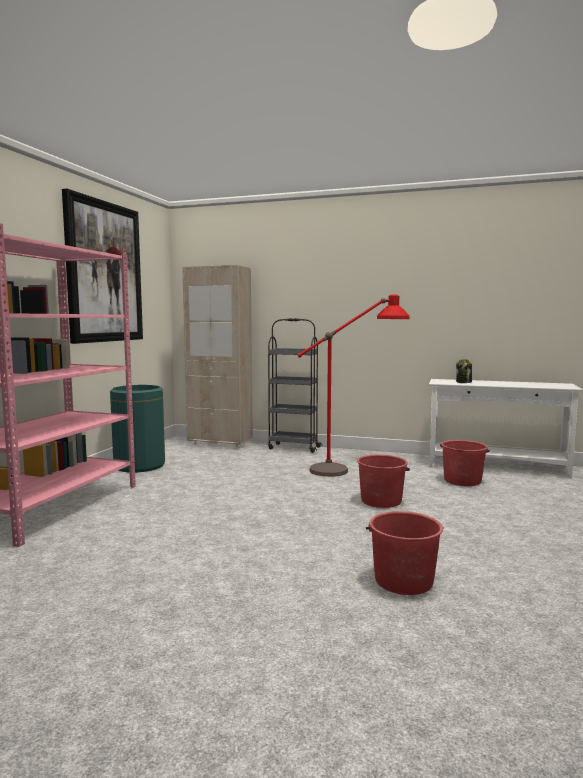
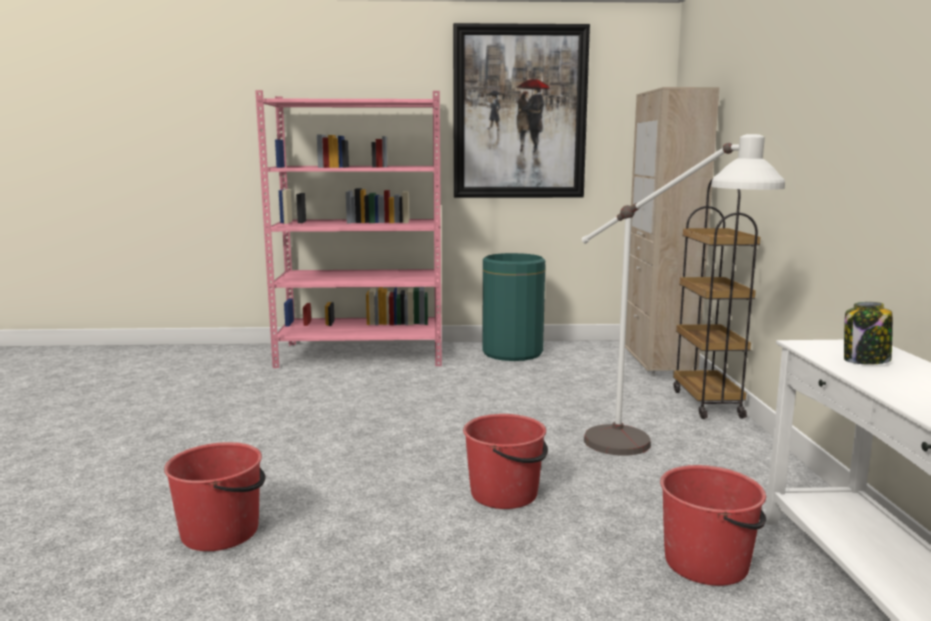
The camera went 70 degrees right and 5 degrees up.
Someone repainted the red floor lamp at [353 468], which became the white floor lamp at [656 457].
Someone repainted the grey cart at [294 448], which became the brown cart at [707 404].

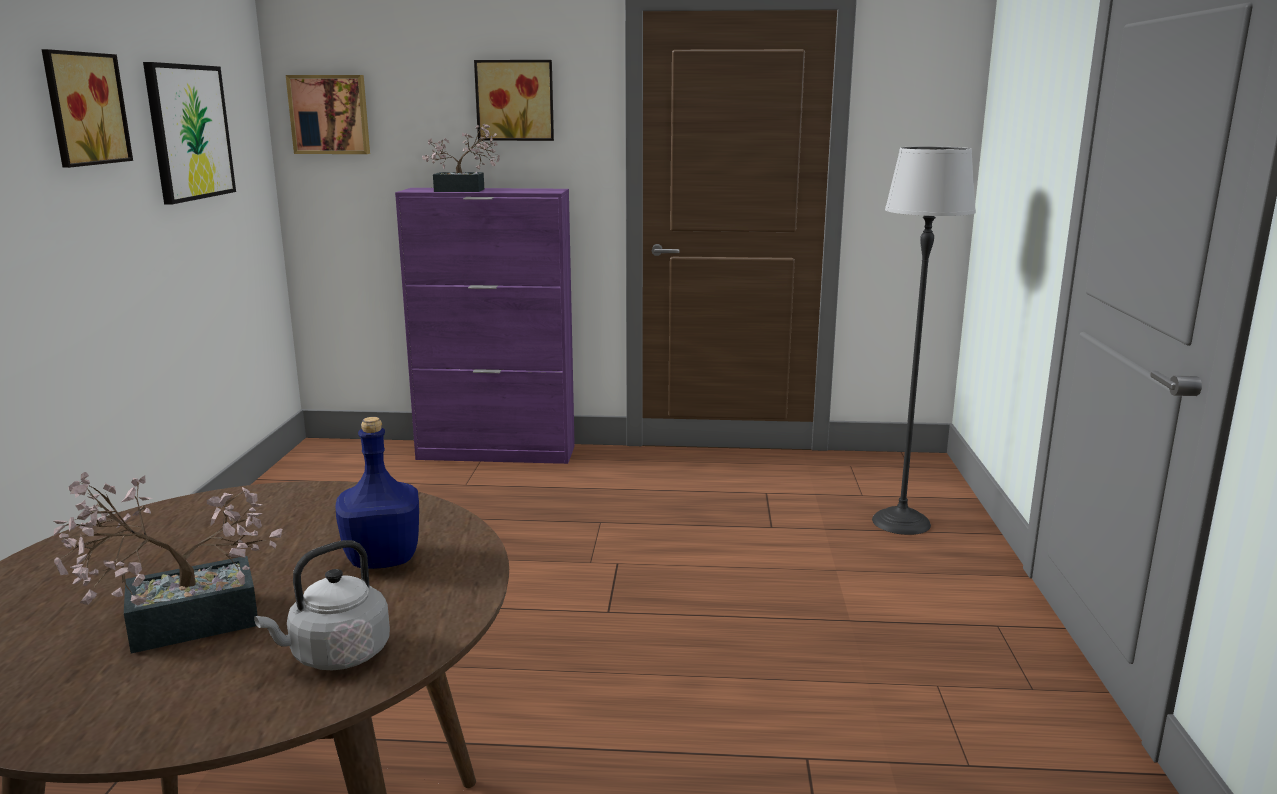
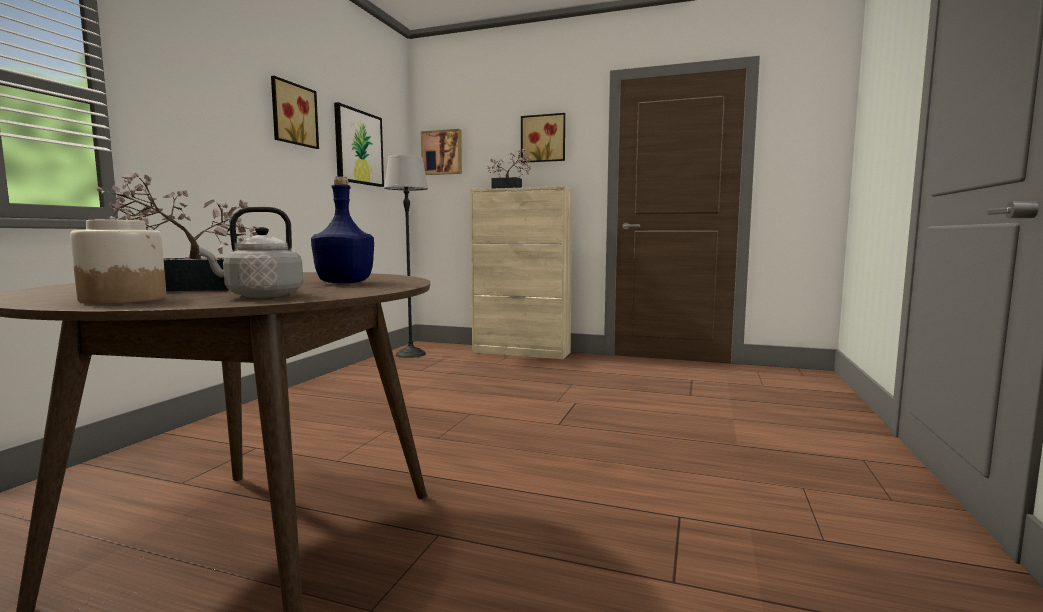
The camera went 15 degrees right and 10 degrees down.
Someone put down the jar at [124 299].
Someone carried the floor lamp from [900 522] to [411 354].
Someone repainted the purple cabinet at [497 453], which became the beige cabinet at [521 352].

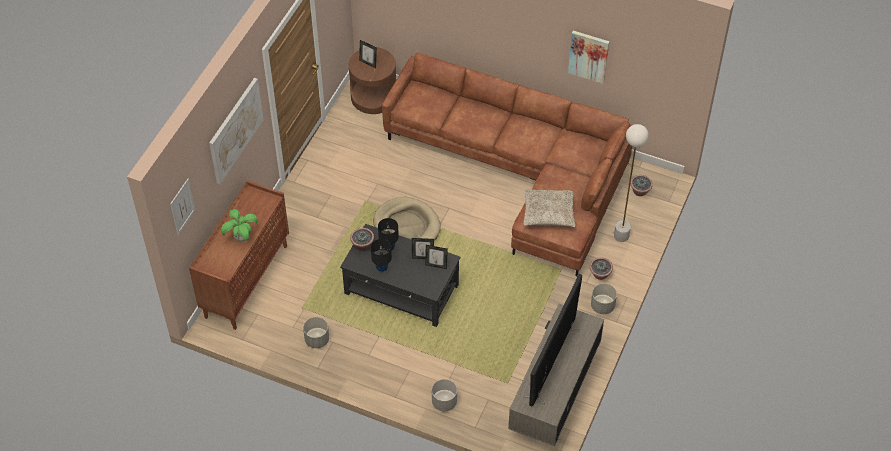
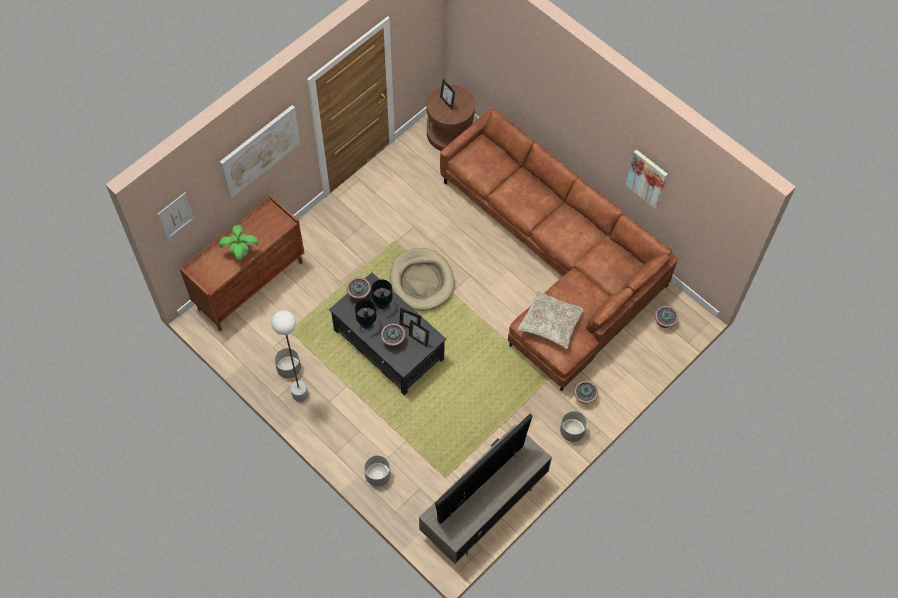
The camera went 20 degrees right and 10 degrees up.
Someone carried the white floor lamp from [621 236] to [299 394].
Someone put down the potted plant at [393 341].

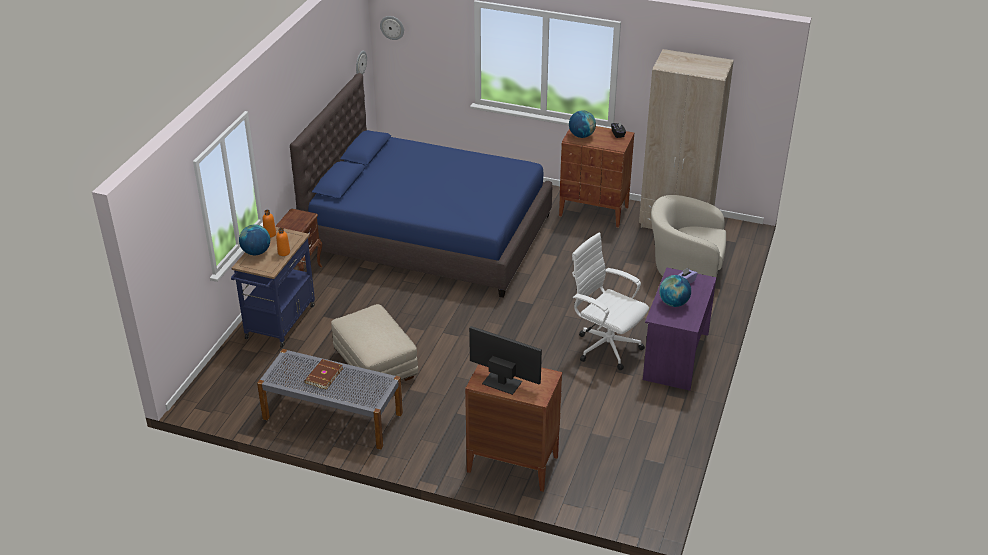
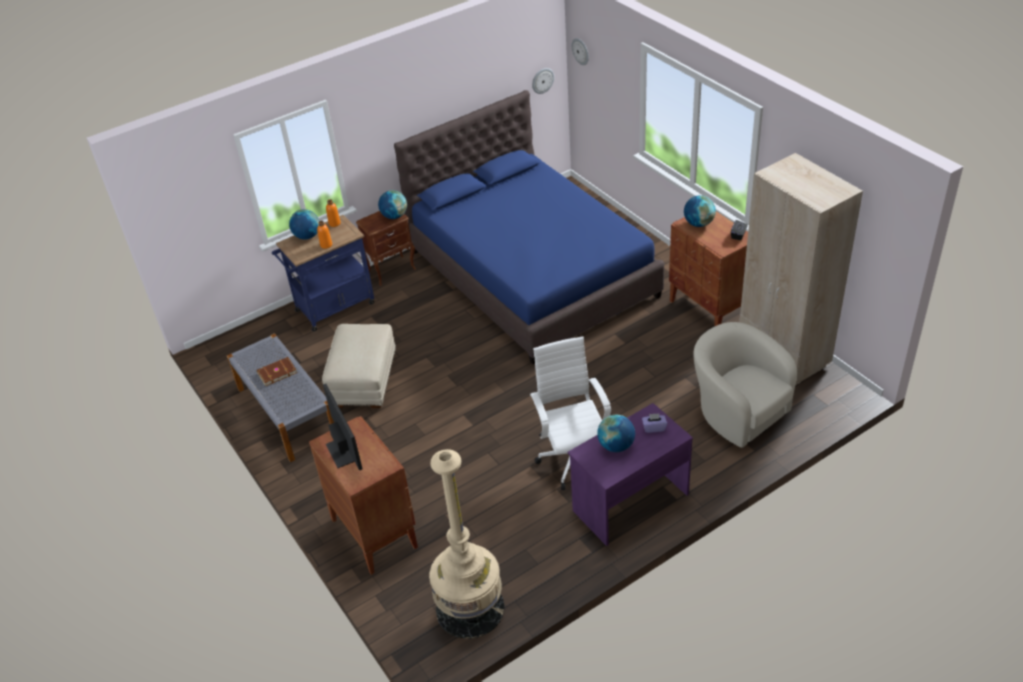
The camera went 40 degrees right and 5 degrees up.
Someone put down the globe at [394 216].
Someone put down the beige floor lamp at [470 608].

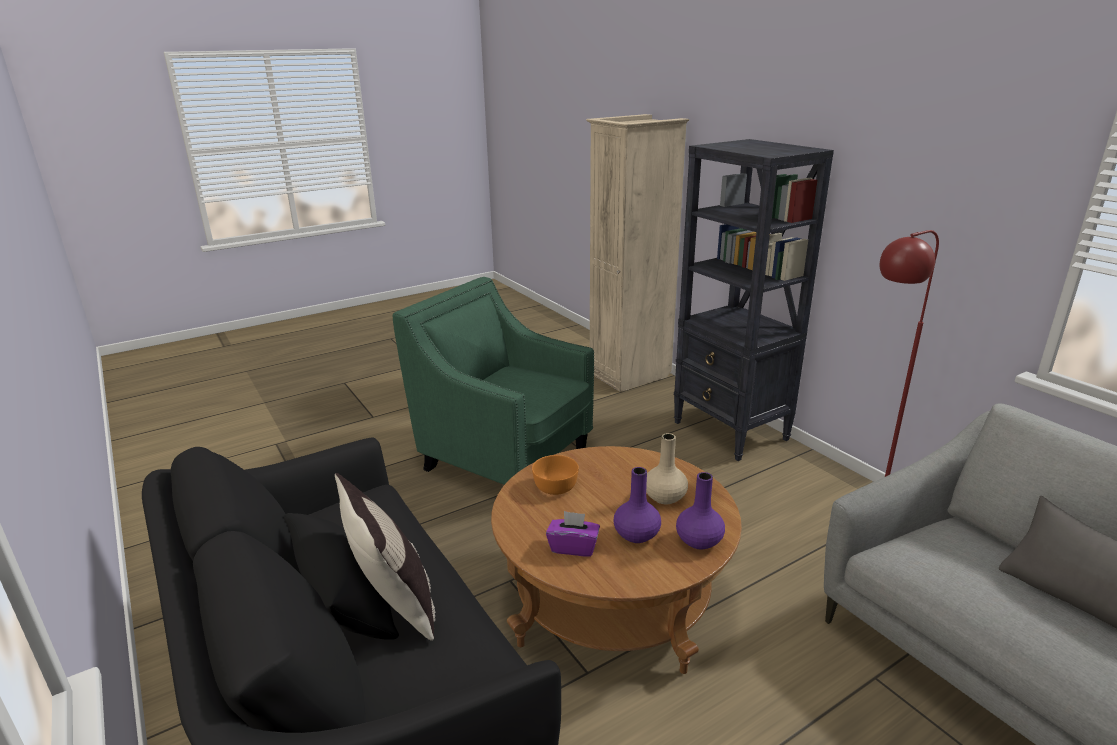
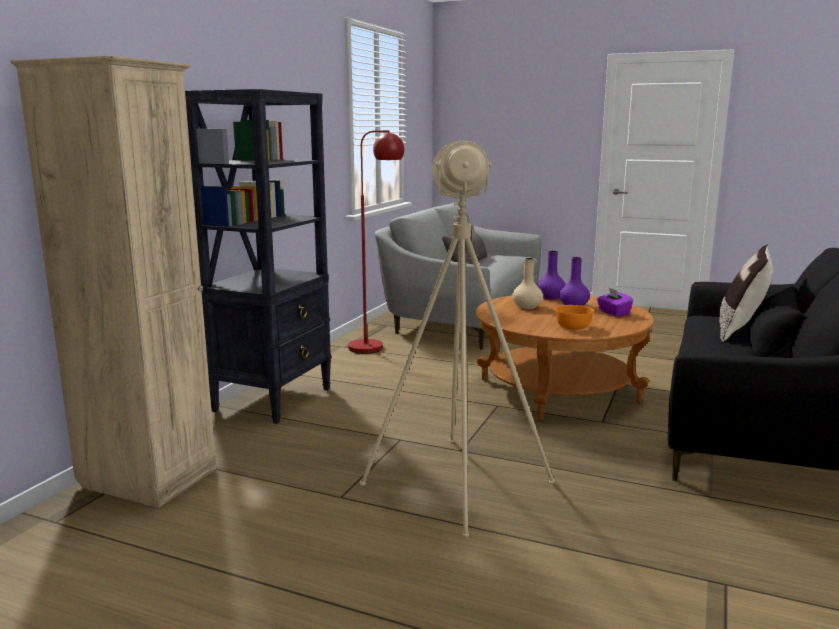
The camera went 125 degrees left and 10 degrees down.
Someone swapped the green armchair at [505 457] for the beige floor lamp at [457 483].

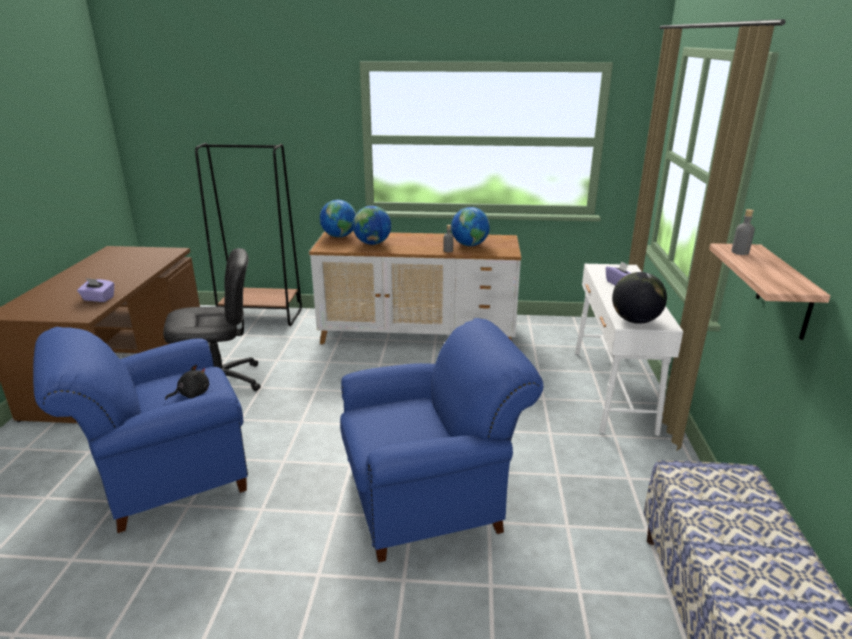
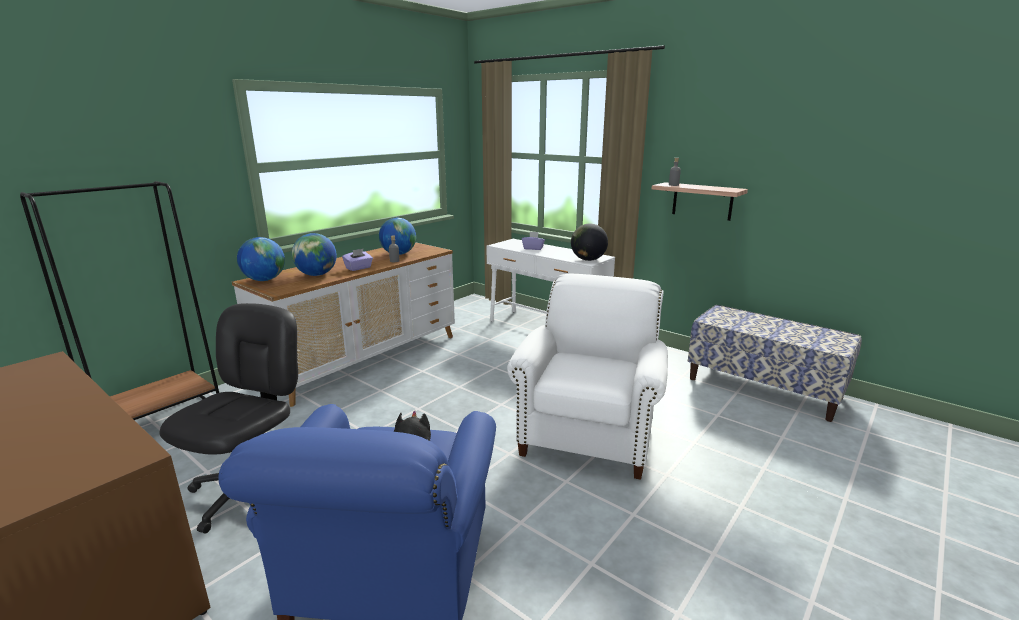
The camera went 55 degrees left and 5 degrees down.
Someone carried the purple tissue box from [98 299] to [358 268].
Someone repainted the blue armchair at [431 498], which became the white armchair at [589 432].

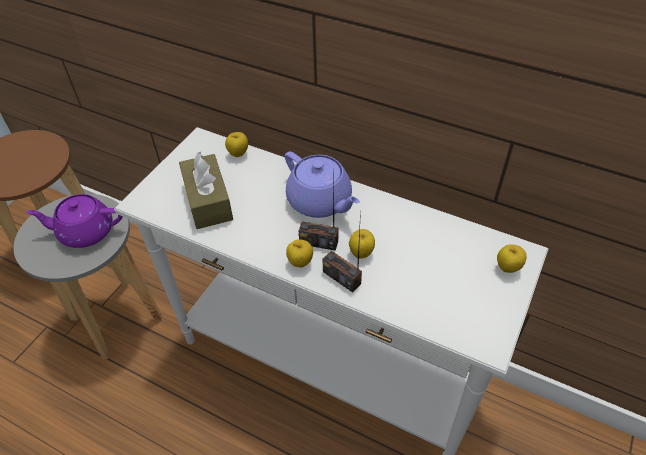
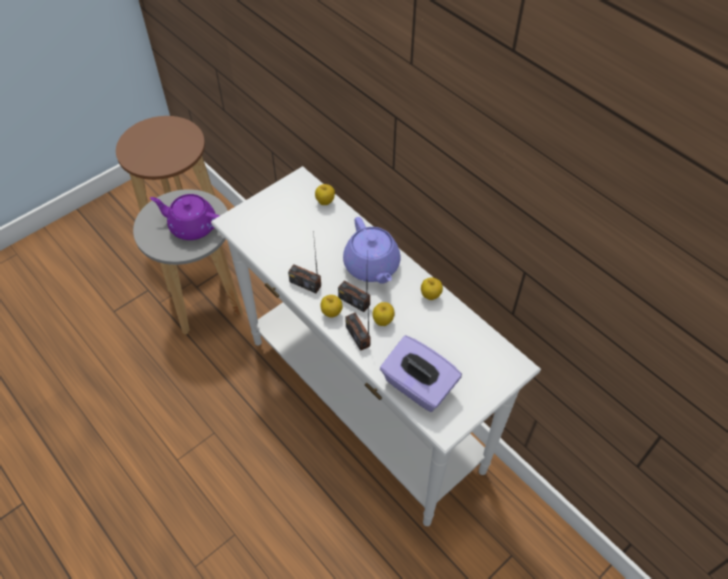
The camera went 20 degrees right and 5 degrees up.
Someone put down the radio at [305 283].
Someone put down the purple tissue box at [418 386].
Someone carried the apple from [507 268] to [430 296].
Someone took away the brown tissue box at [208 201].

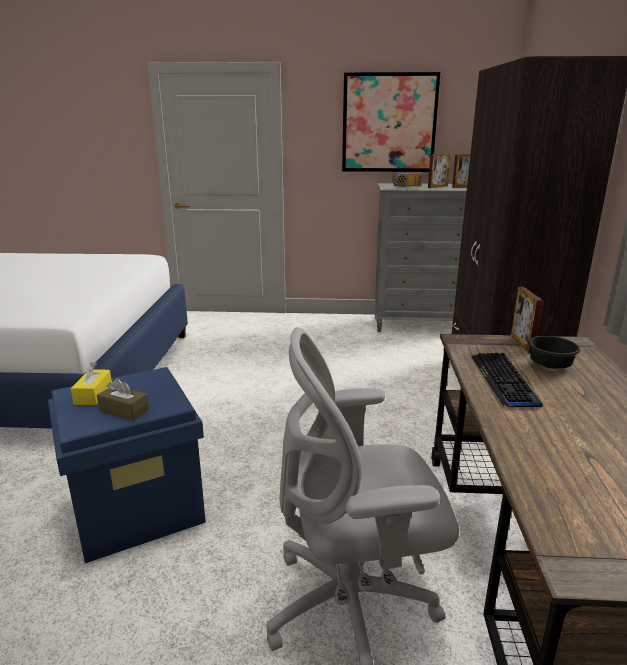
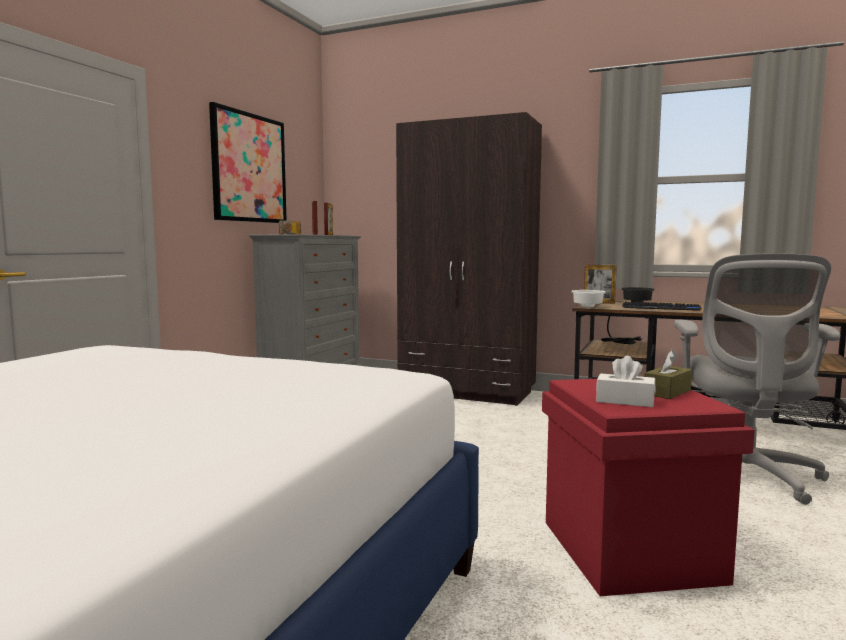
The camera went 70 degrees left and 15 degrees down.
Someone repainted the blue storage box at [138 508], which became the red storage box at [628 550].
Someone put down the white bowl at [587 307].
Someone repainted the yellow tissue box at [93 394], which became the white tissue box at [625 401].

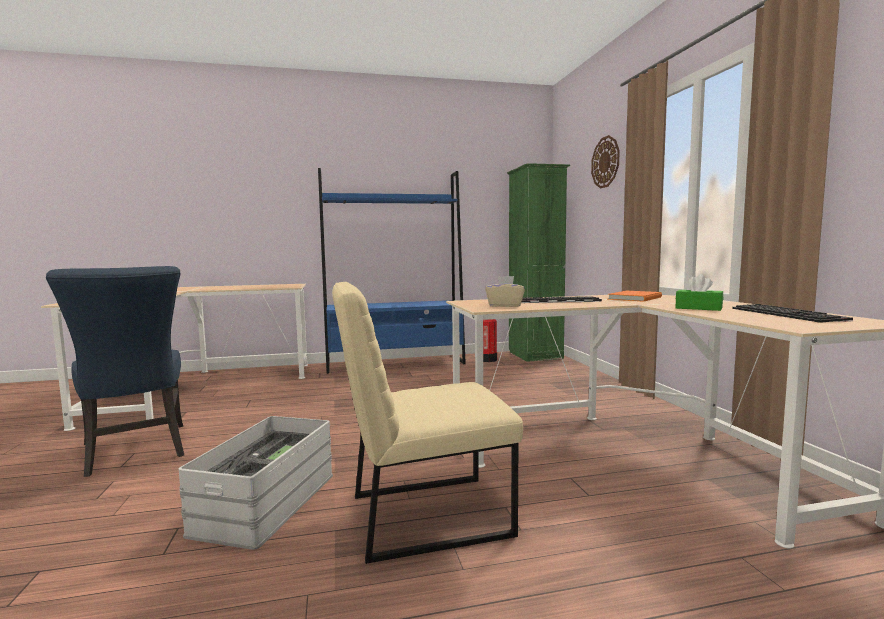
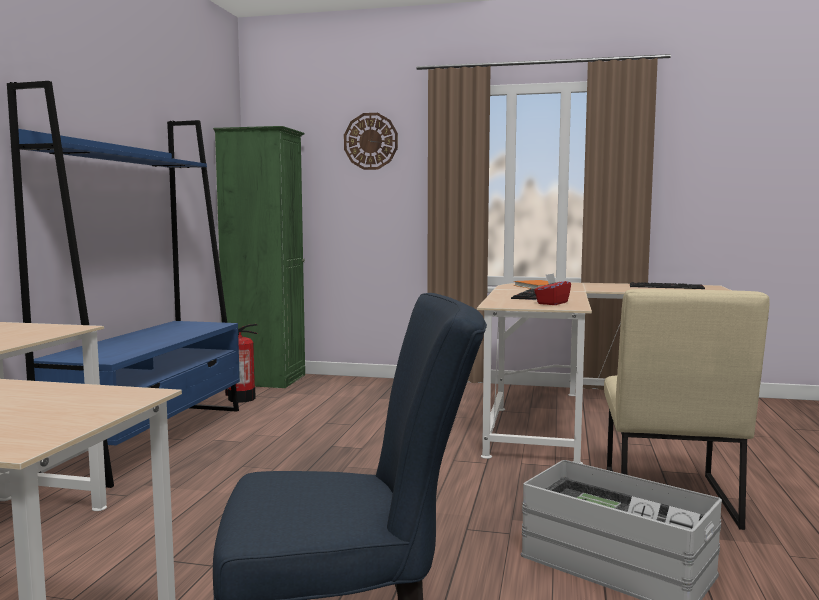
The camera went 65 degrees left and 0 degrees up.
Someone repainted the beige tissue box at [505 305], which became the red tissue box at [552 303].
Someone took away the green tissue box at [698 308].

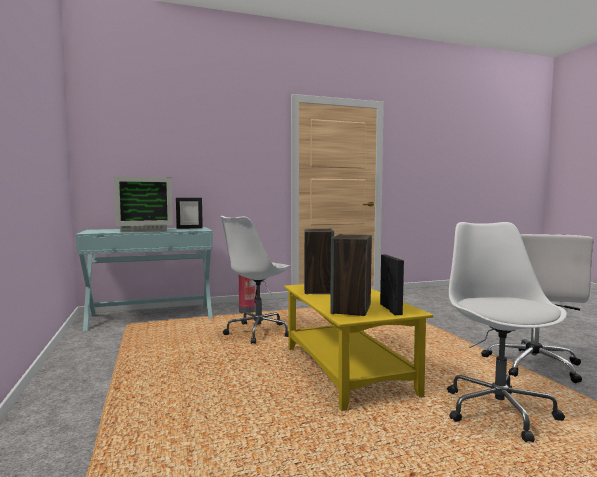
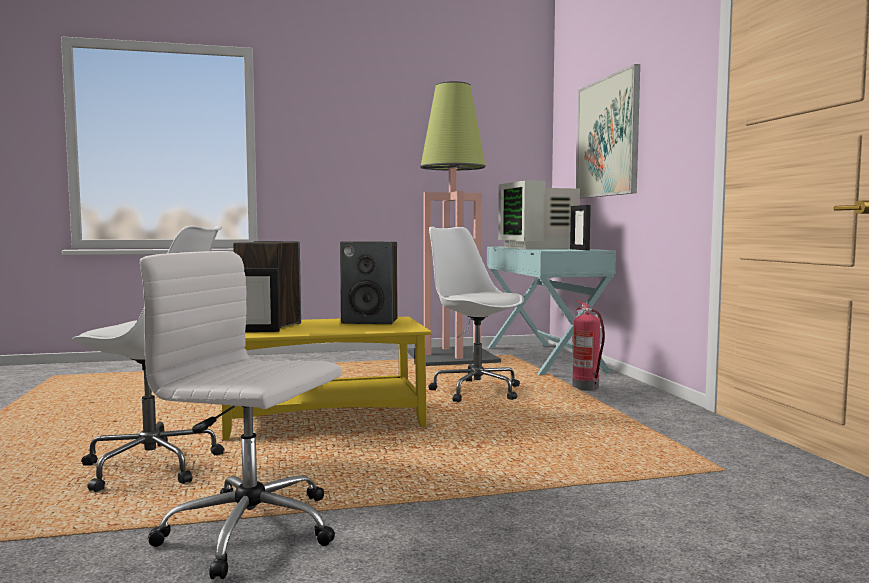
The camera went 95 degrees right and 0 degrees up.
Someone put down the floor lamp at [453 357].
Someone put up the picture at [608 137].

